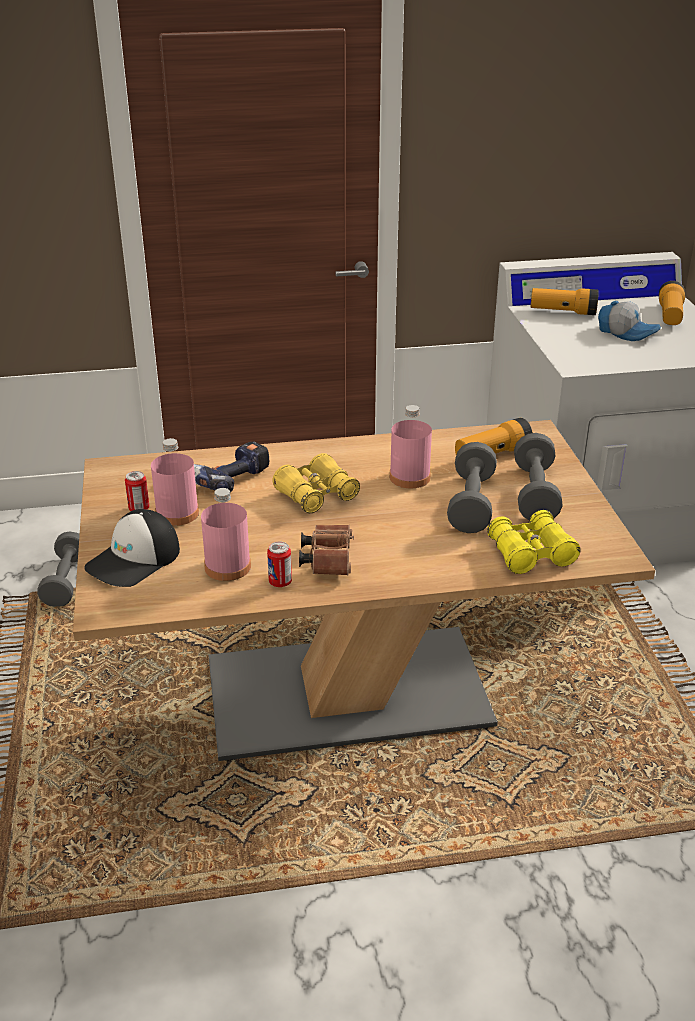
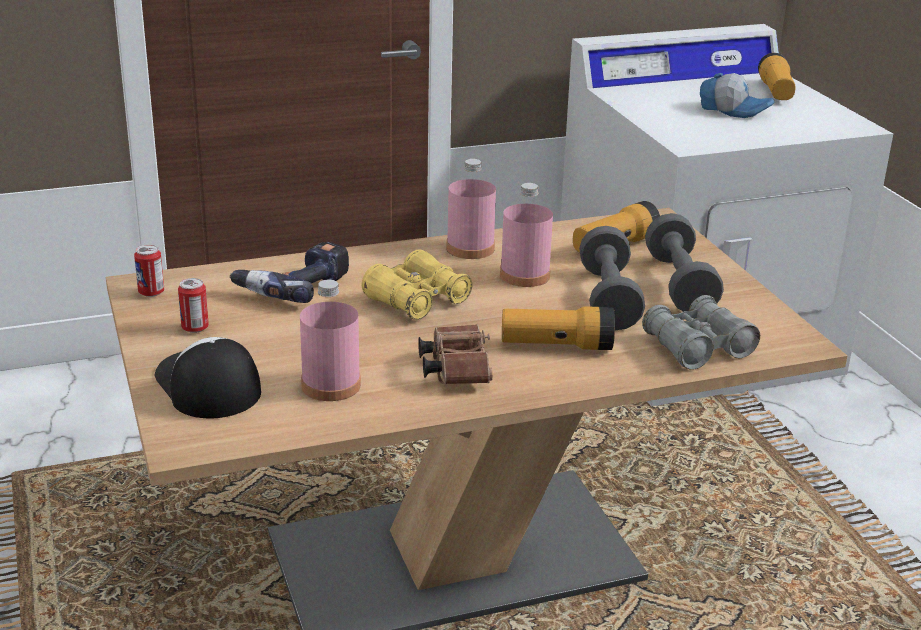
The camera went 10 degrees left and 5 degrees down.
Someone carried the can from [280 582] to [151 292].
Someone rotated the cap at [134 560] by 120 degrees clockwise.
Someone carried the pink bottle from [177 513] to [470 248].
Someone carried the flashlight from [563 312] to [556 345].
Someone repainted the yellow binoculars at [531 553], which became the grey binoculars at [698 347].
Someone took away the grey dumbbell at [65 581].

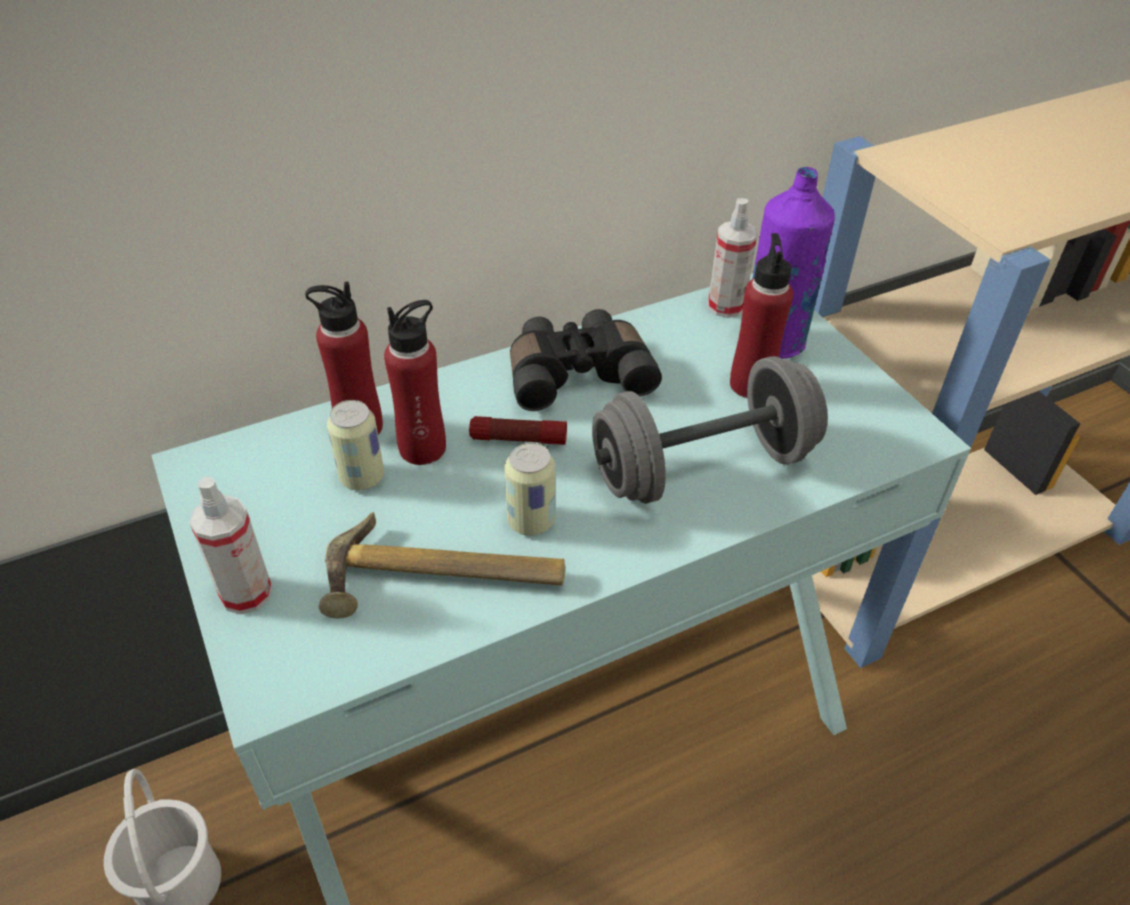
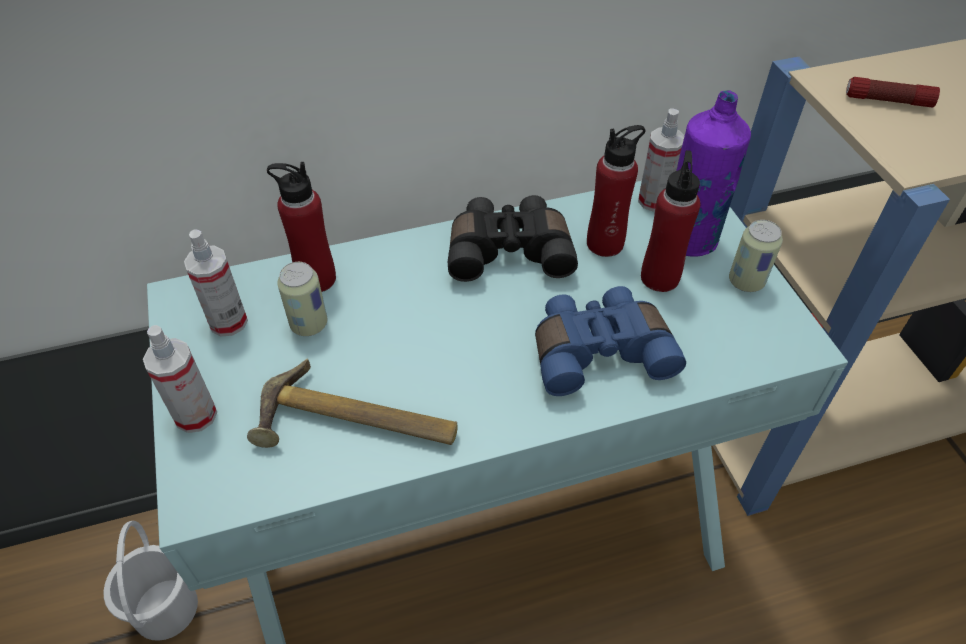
The camera went 10 degrees right and 5 degrees up.
Someone put down the spray bottle at [228 322].
Someone swapped the grey dumbbell at [703 467] for the blue binoculars at [599 350].
Someone carried the red bottle from [423 448] to [605 243].
Someone carried the can from [531 521] to [746 281].
Someone carried the flashlight from [518 439] to [887 101].

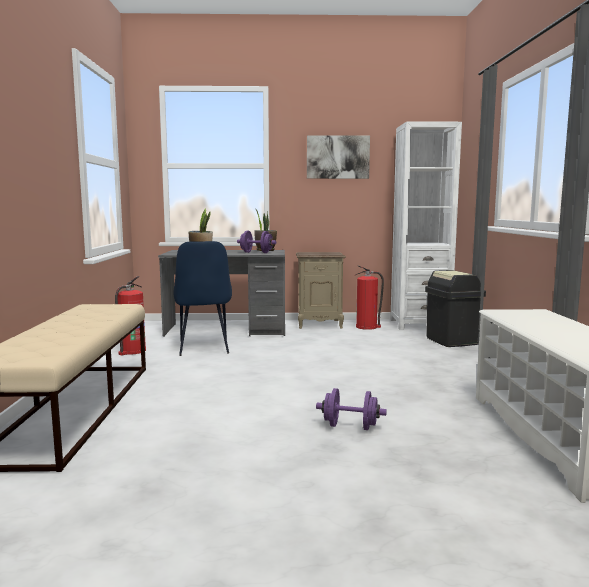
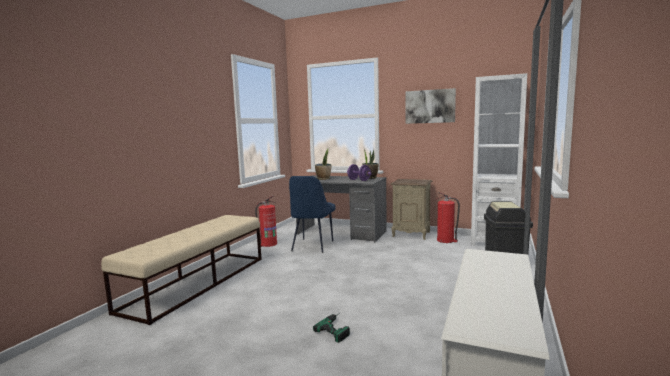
The camera went 25 degrees right and 0 degrees up.
Someone swapped the purple dumbbell at [350 426] for the power drill at [337 328].

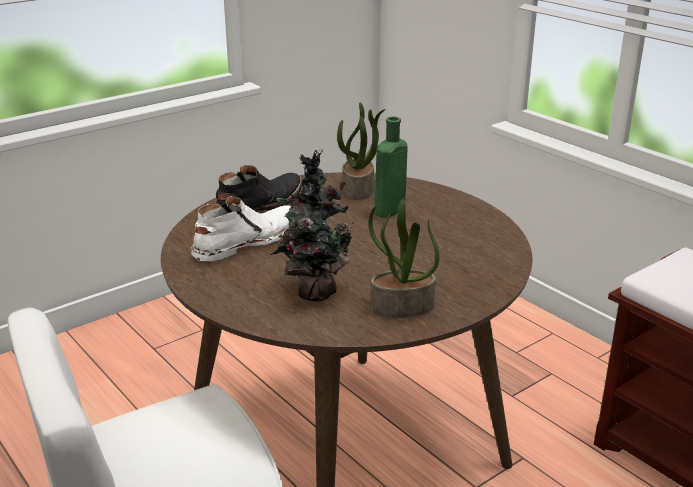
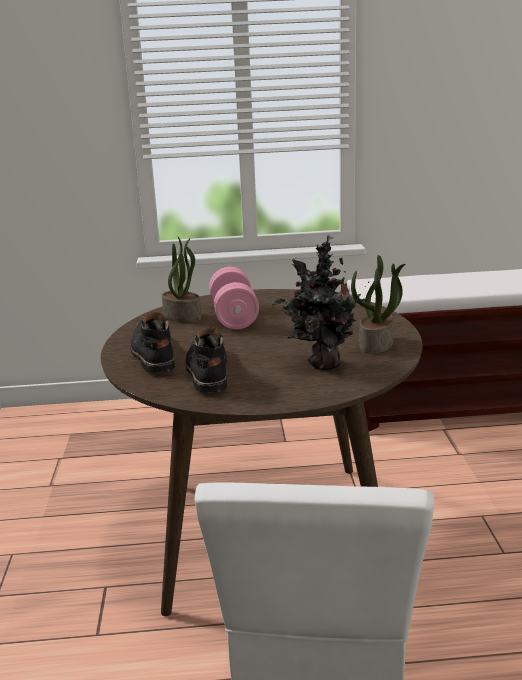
The camera went 55 degrees left and 5 degrees down.
Someone repainted the white boot at [246 242], which became the black boot at [207 370].
Someone swapped the green bottle at [388 212] for the pink dumbbell at [234 316].

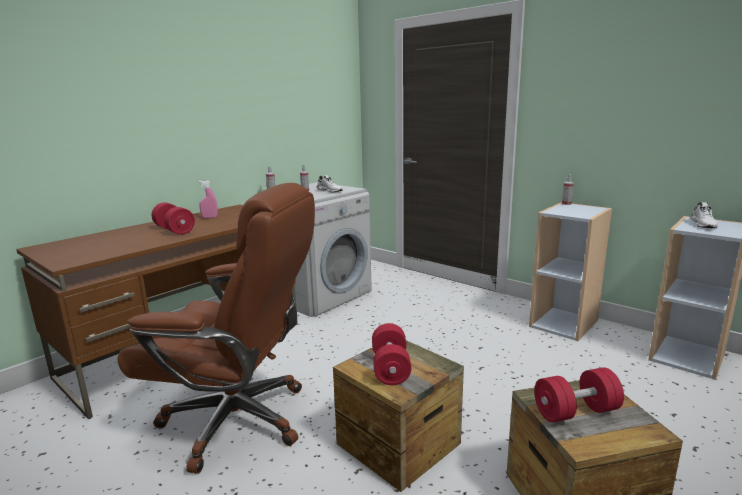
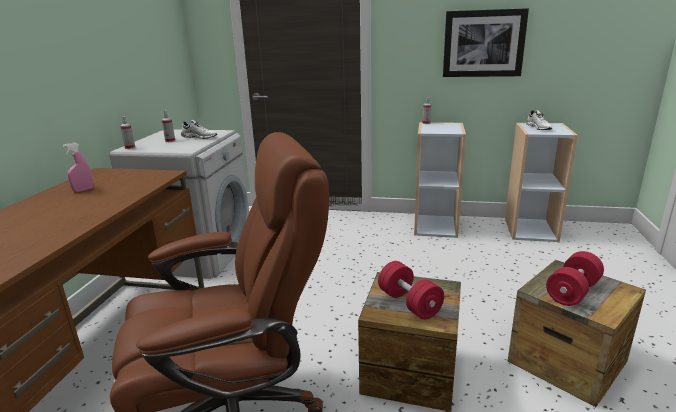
The camera went 30 degrees left and 5 degrees up.
Someone put up the picture at [483 43].
Someone took away the red dumbbell at [174 230].

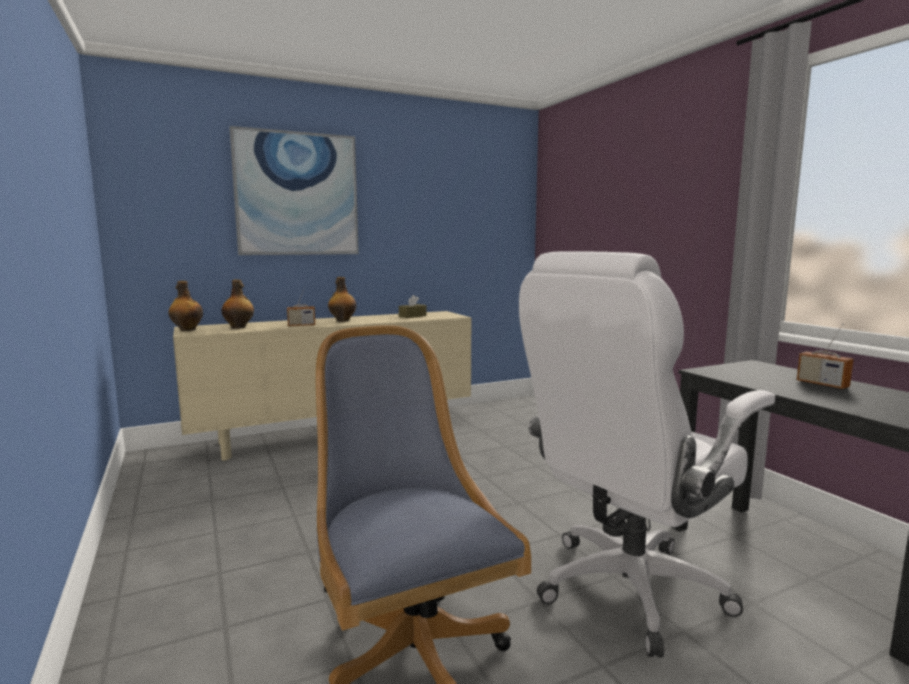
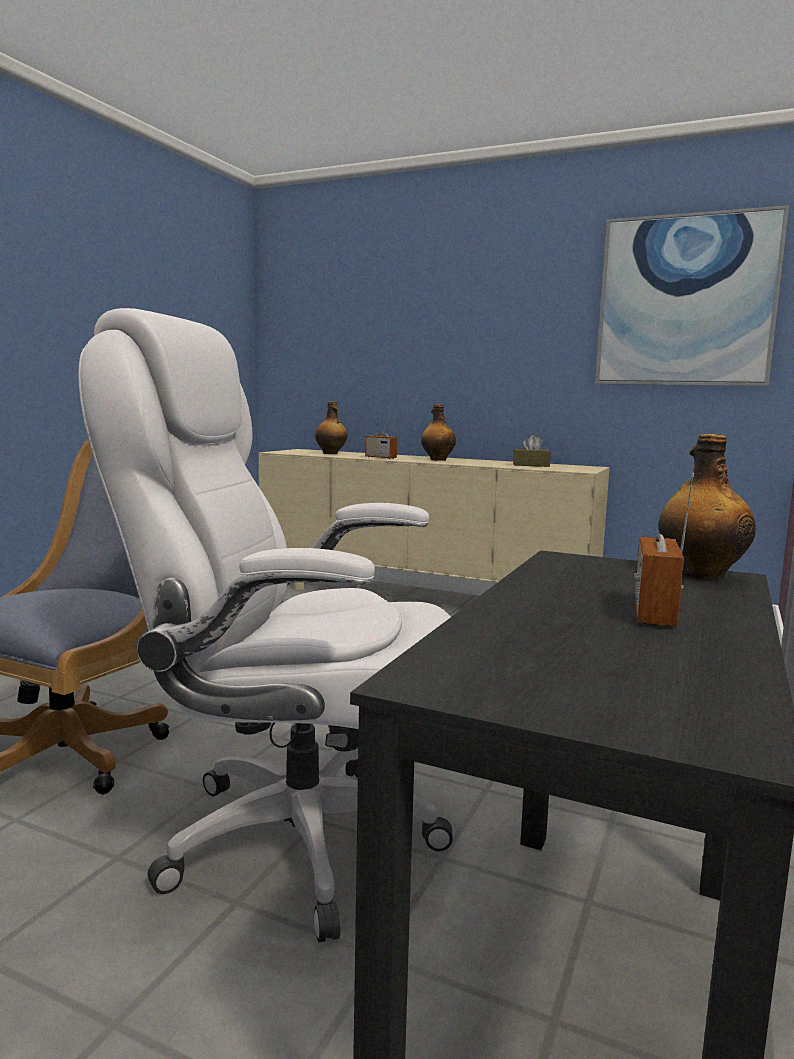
The camera went 50 degrees right and 0 degrees up.
Someone carried the picture from [297 194] to [685 301].
Someone carried the bottle from [187 330] to [700 575].

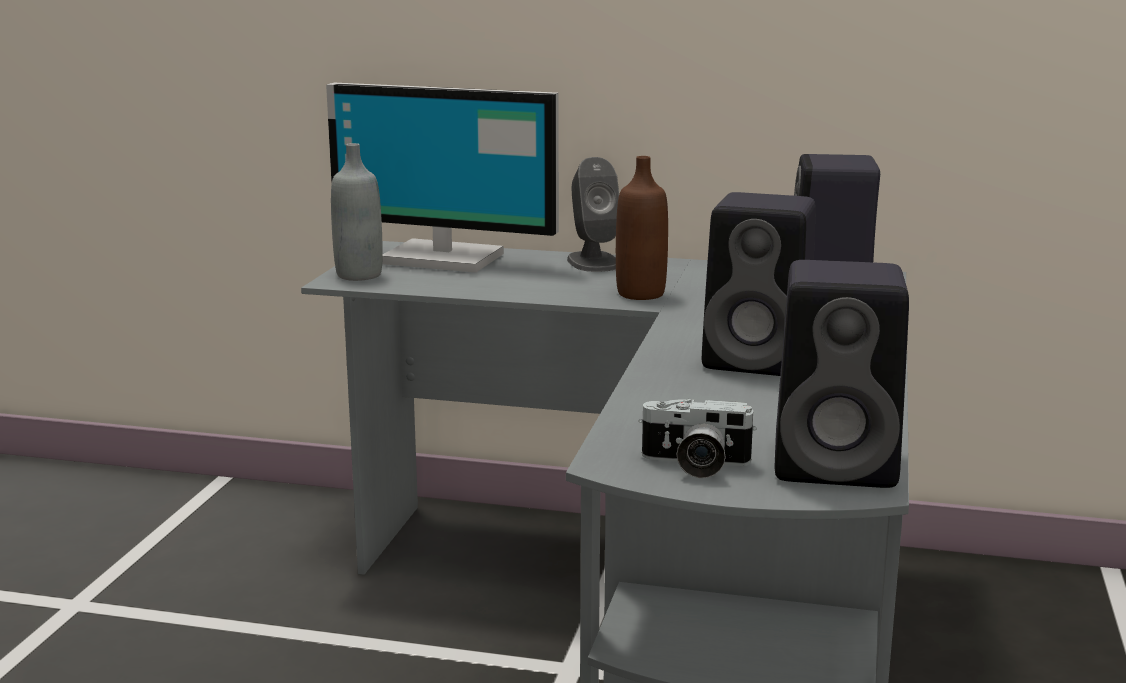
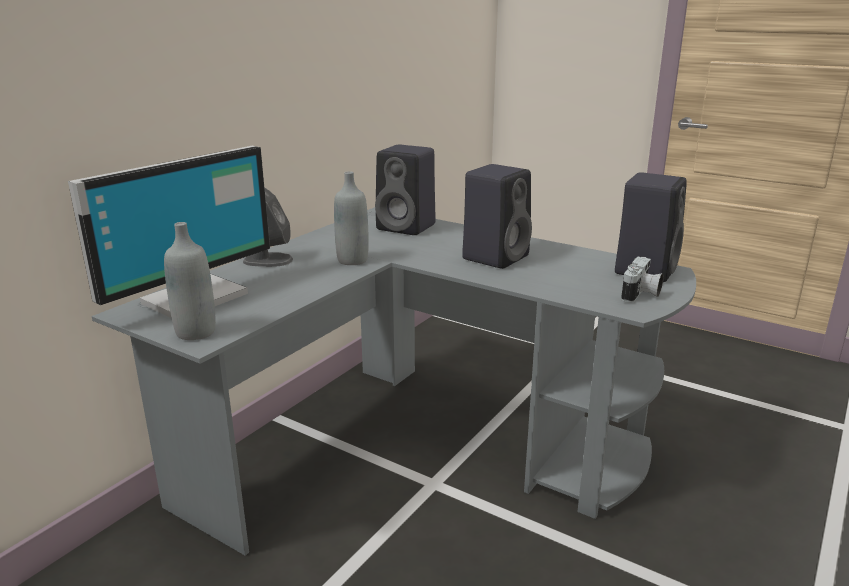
The camera went 70 degrees left and 5 degrees up.
Someone repainted the brown bottle at [640 294], which became the grey bottle at [352 260].

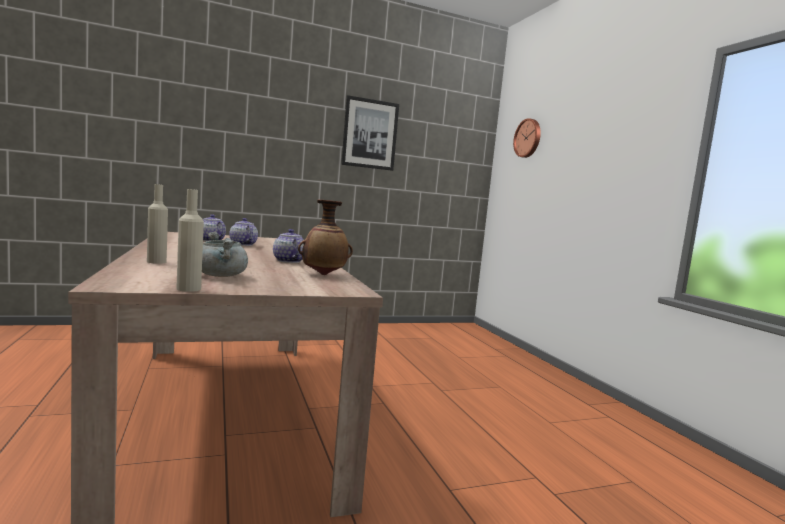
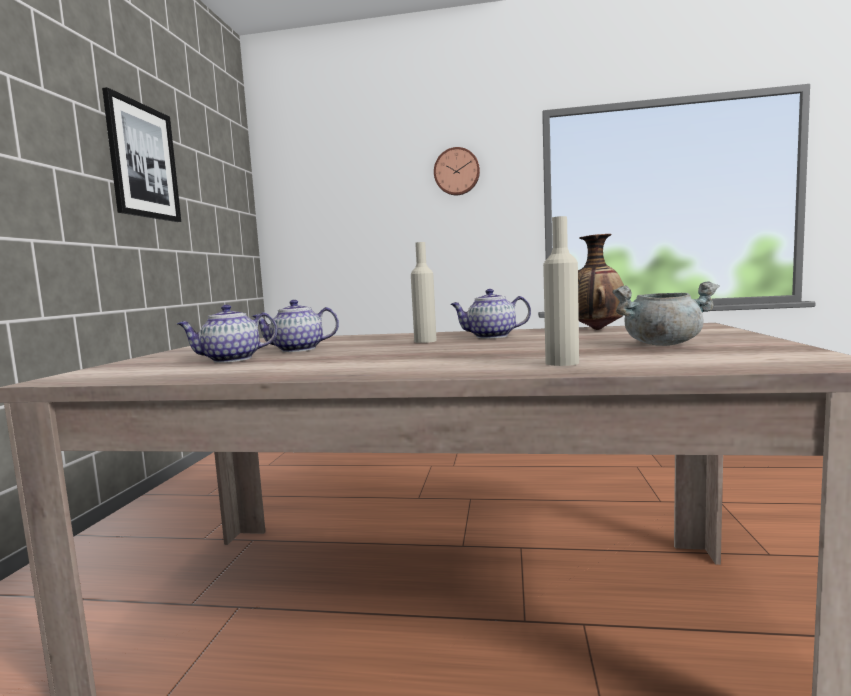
The camera went 60 degrees left and 0 degrees up.
Someone carried the beige bottle from [188 289] to [425 341].
Someone carried the wall clock from [528 138] to [456 172].

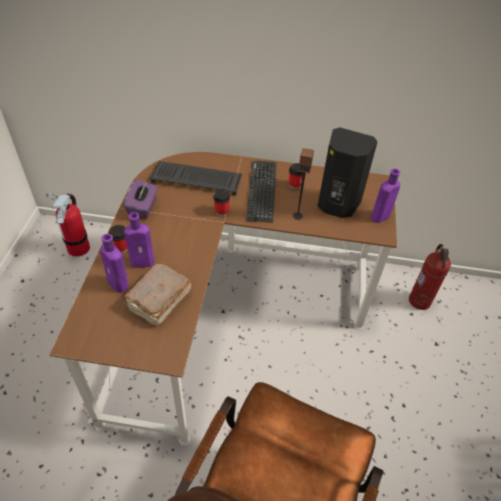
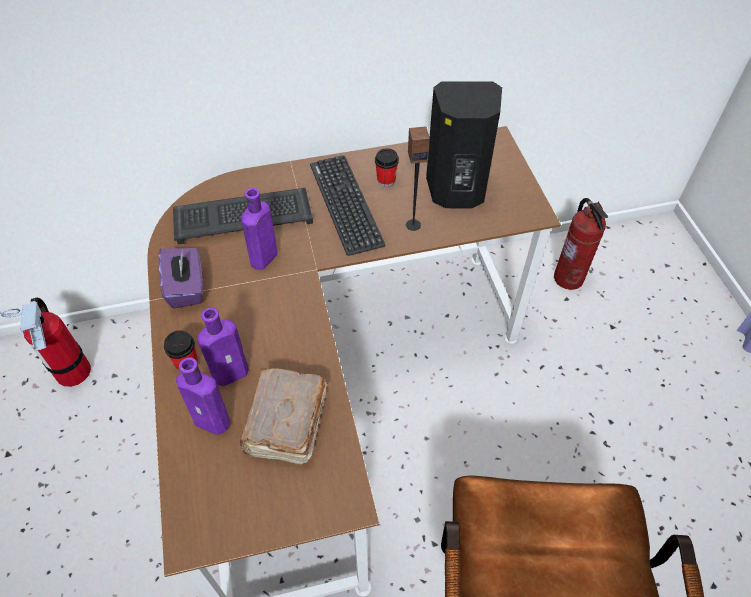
The camera went 20 degrees left and 5 degrees up.
Someone carried the purple bottle from [379 217] to [262 259].
Someone took away the cup at [221 211].

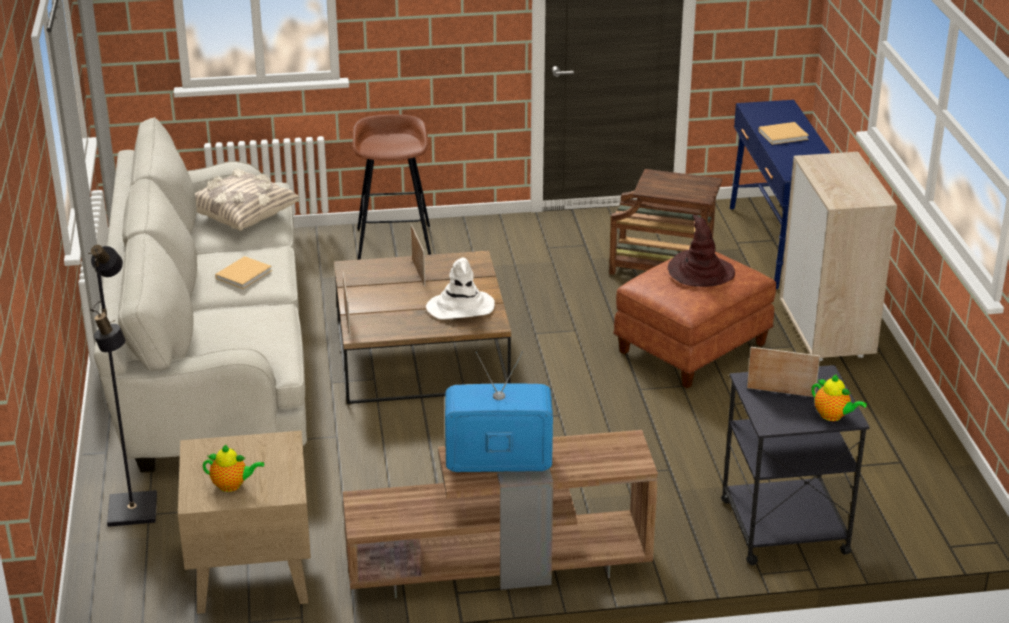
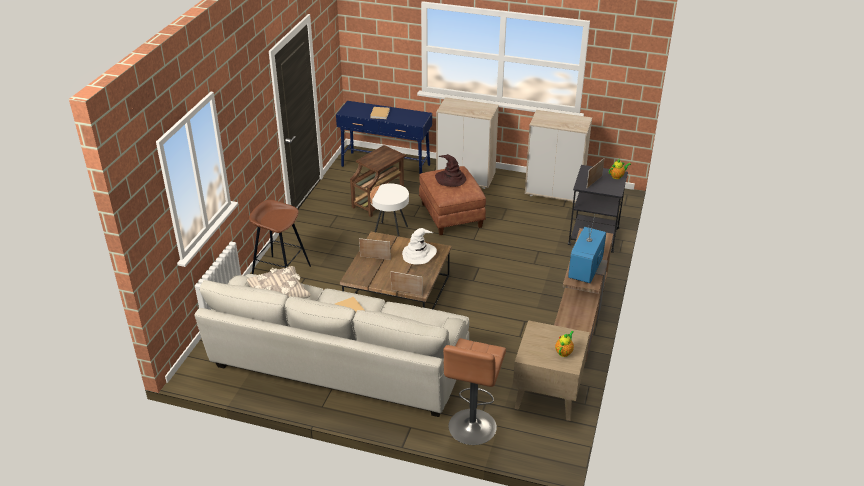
The camera went 65 degrees left and 5 degrees up.
Someone put down the white side table at [390 232].
Someone swapped the black floor lamp at [132 510] for the brown stool at [471 427].
Someone put down the beige cabinet at [555 193].

